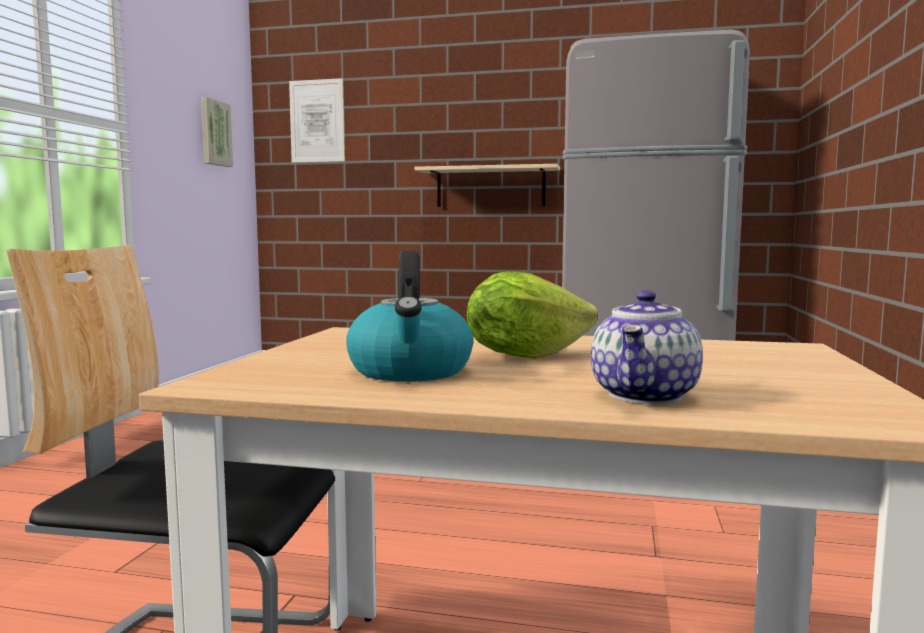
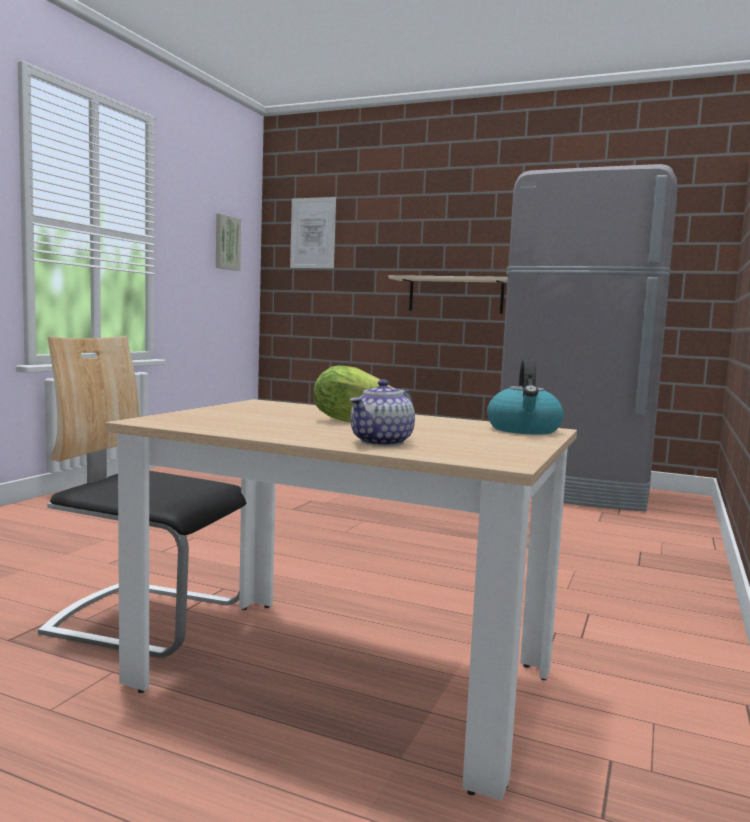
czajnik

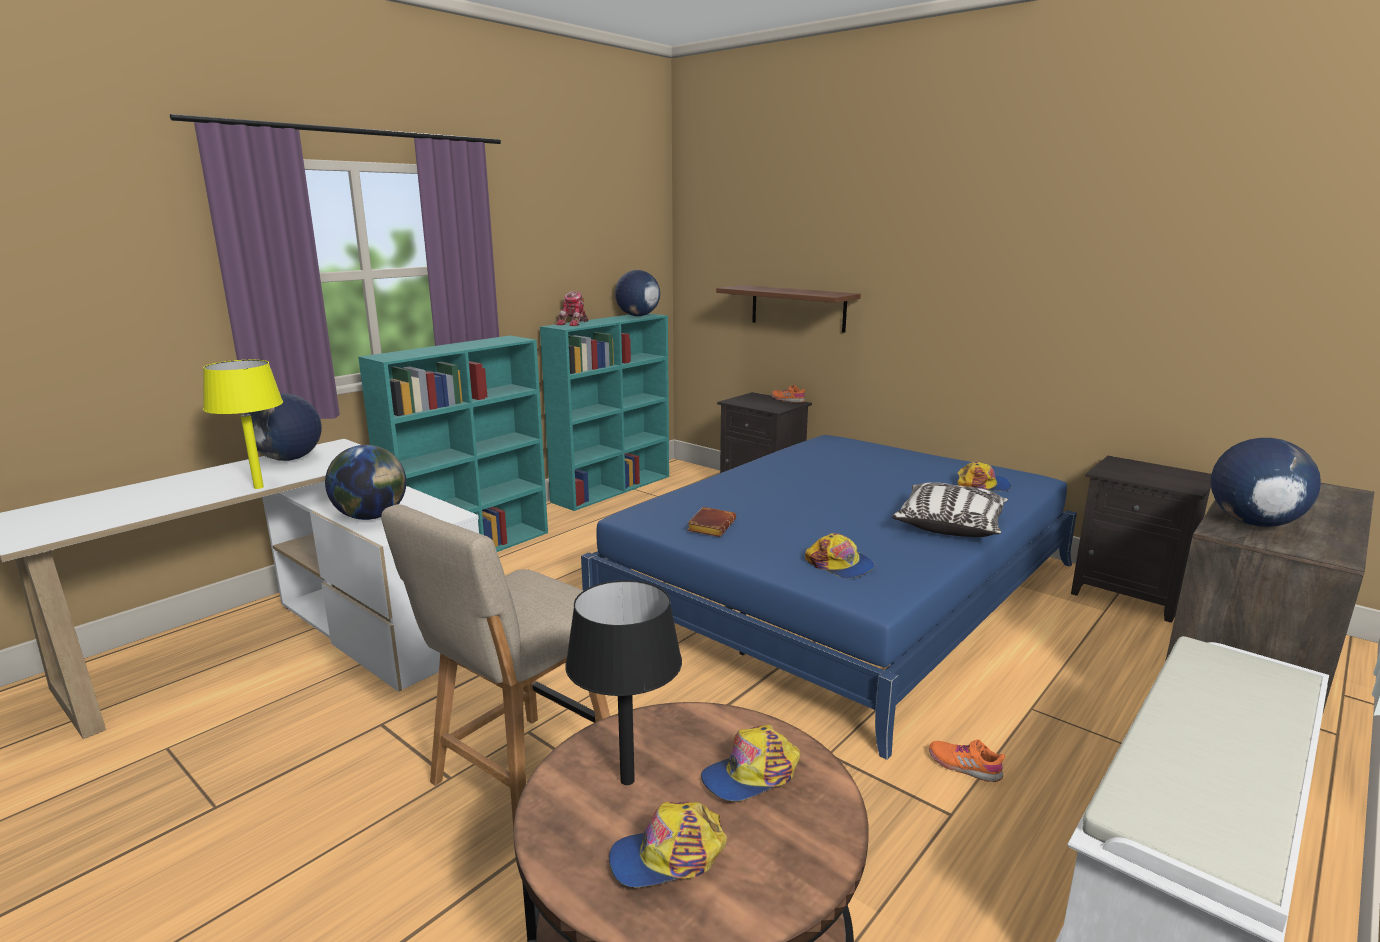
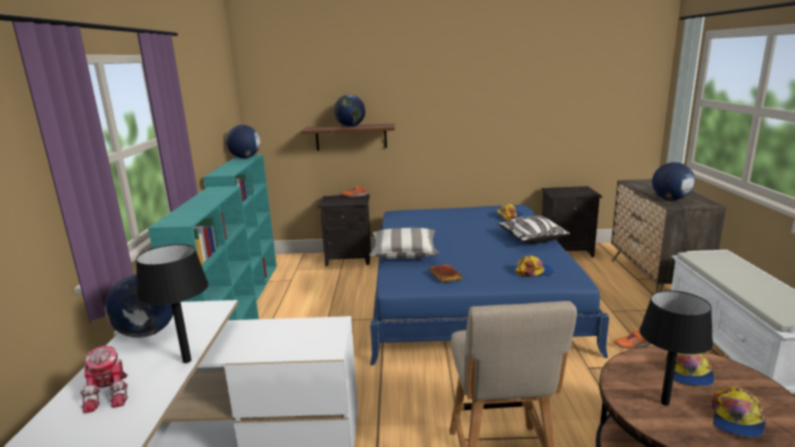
robot zabawkowy
lampa stołowa [czarny] (1st from left)
globus (3rd from left)
poduszka (1st from left)

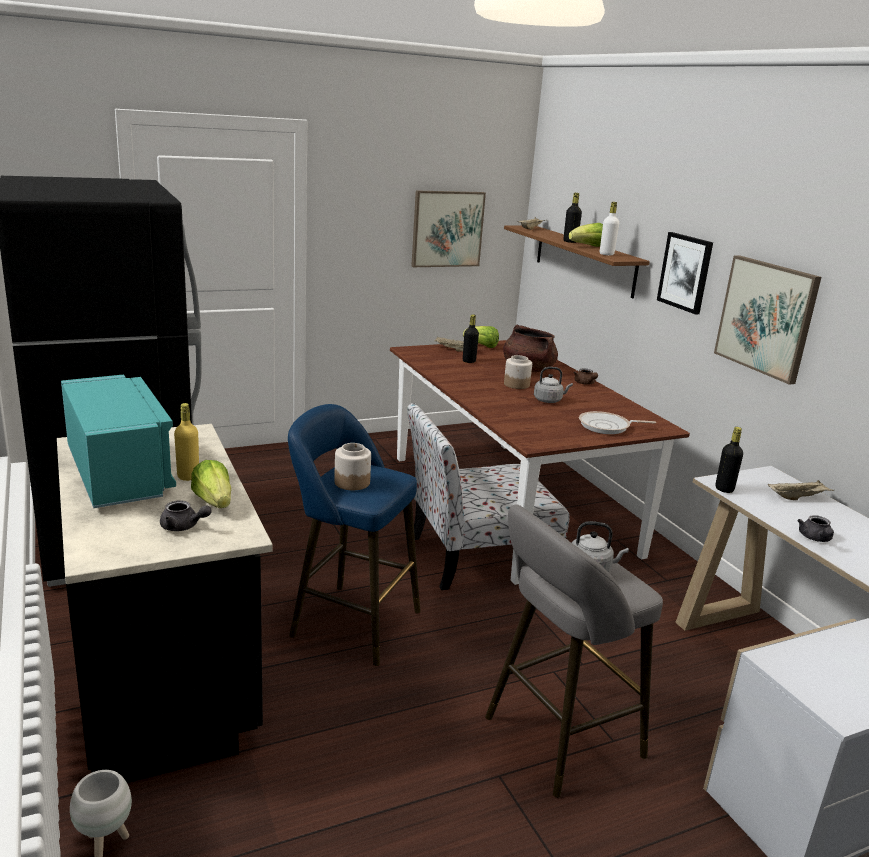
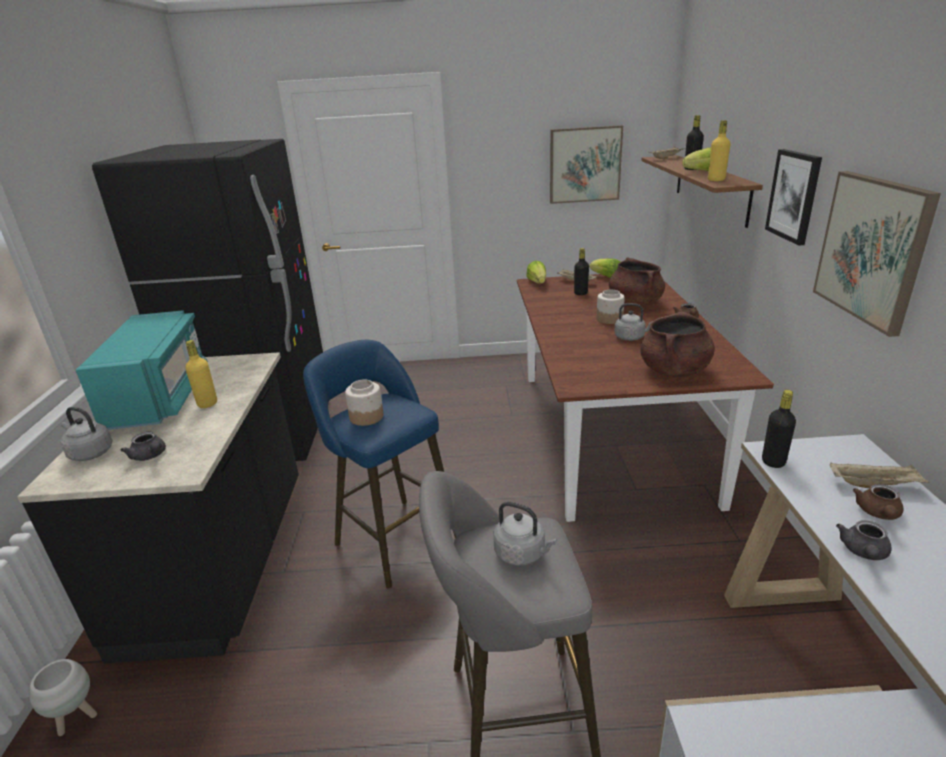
butelka [żółty] (2nd from left)
krzesło
garnek [brązowy] (2nd from left)
sałata (1st from left)
czajnik [szary] (1st from left)
imbryk [brązowy] (2nd from left)

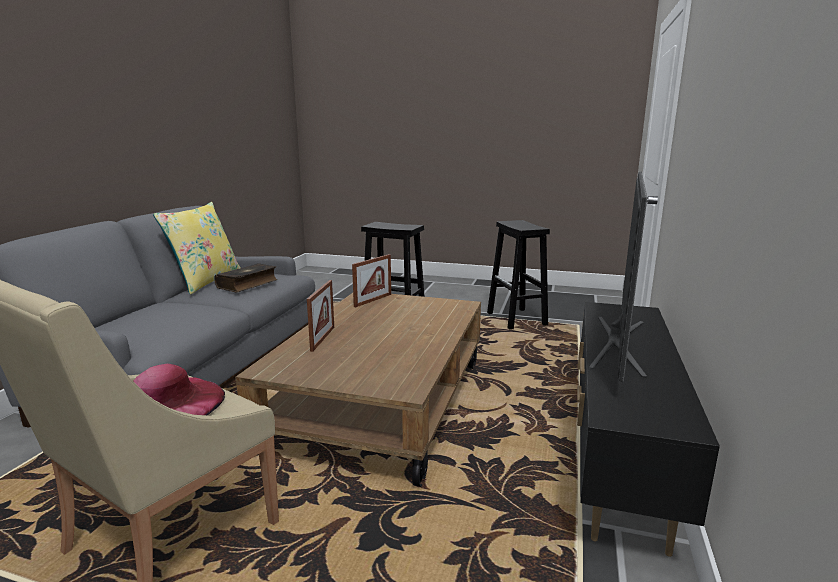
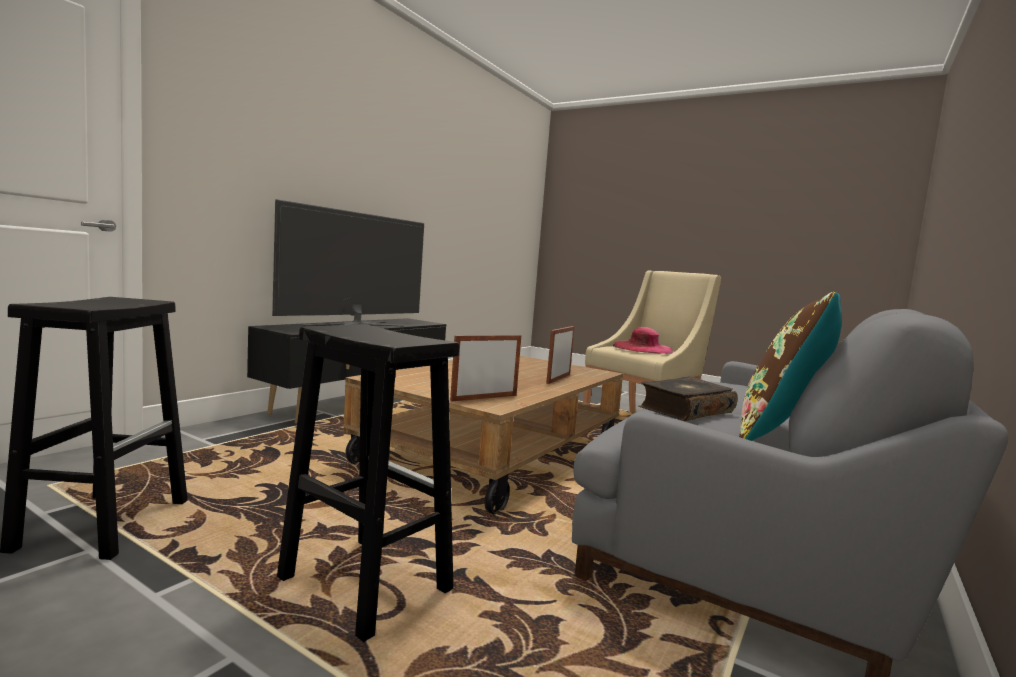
poduszka [brązowy]

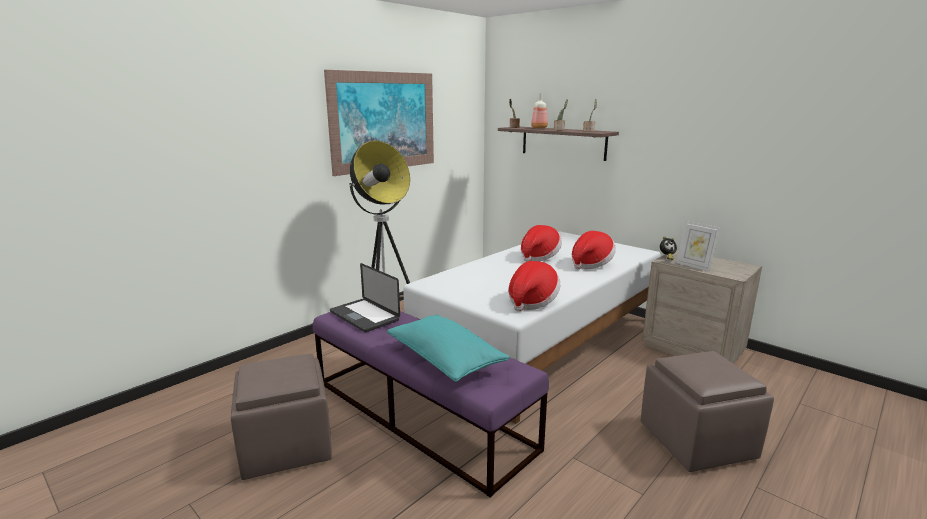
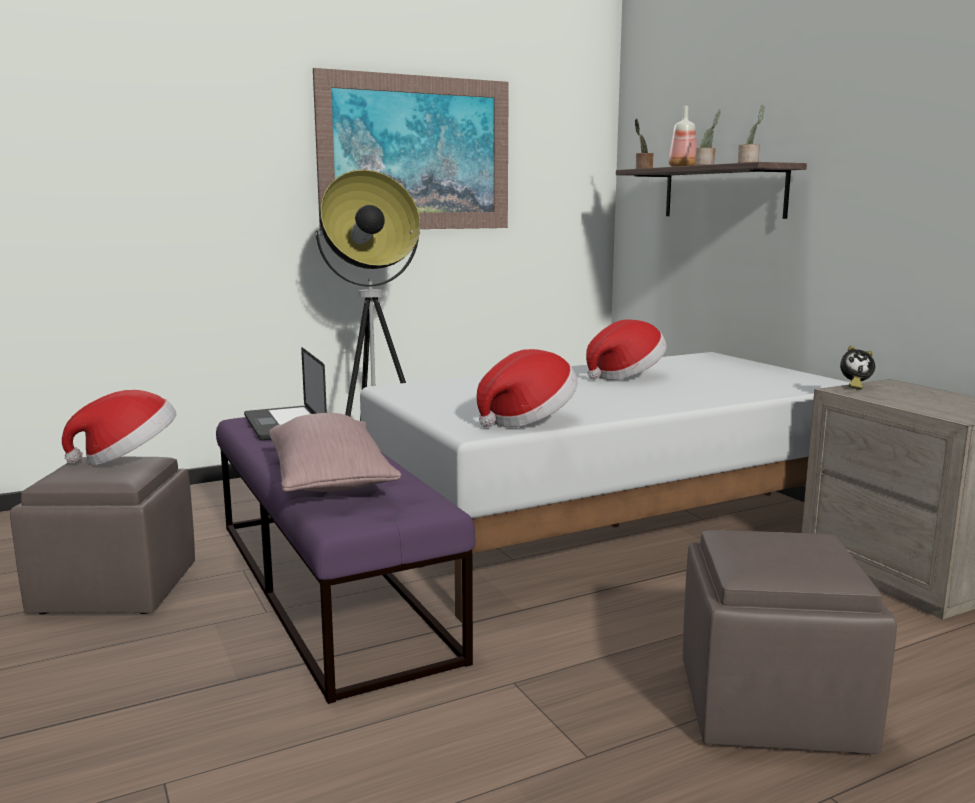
ramka na zdjęcie
kapelusz (1st from left)
poduszka [różowy]

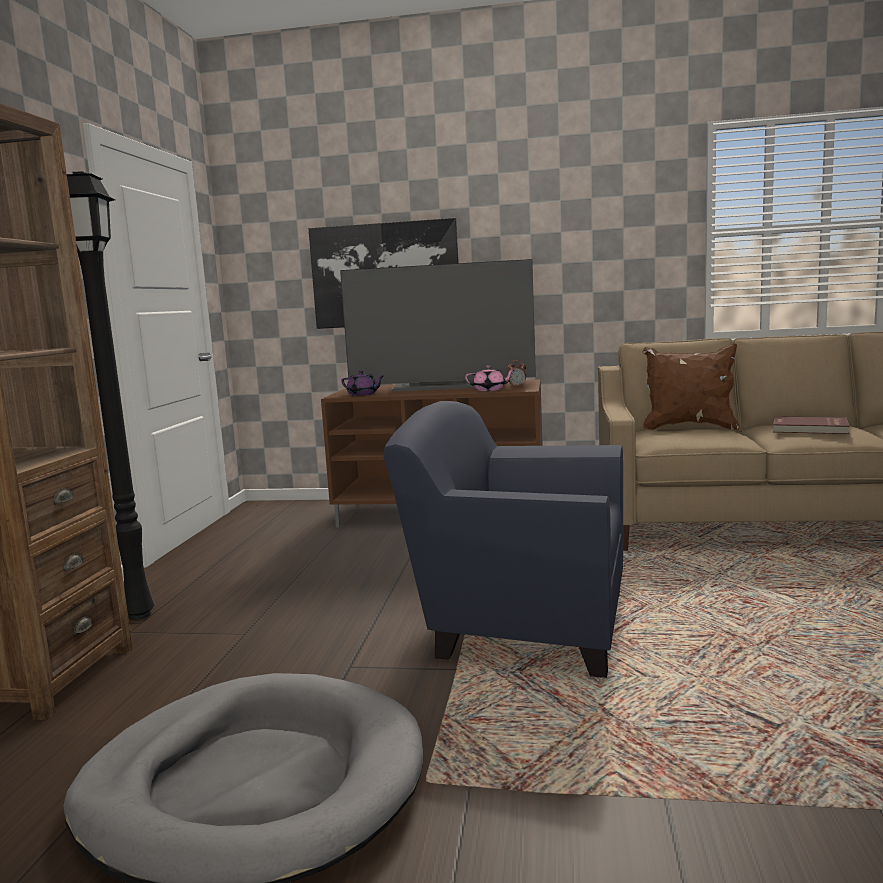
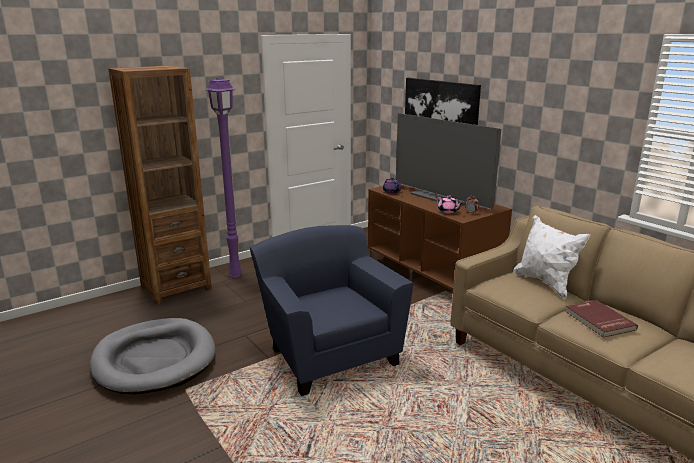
lampa stojąca [fioletowy]
poduszka [biały]

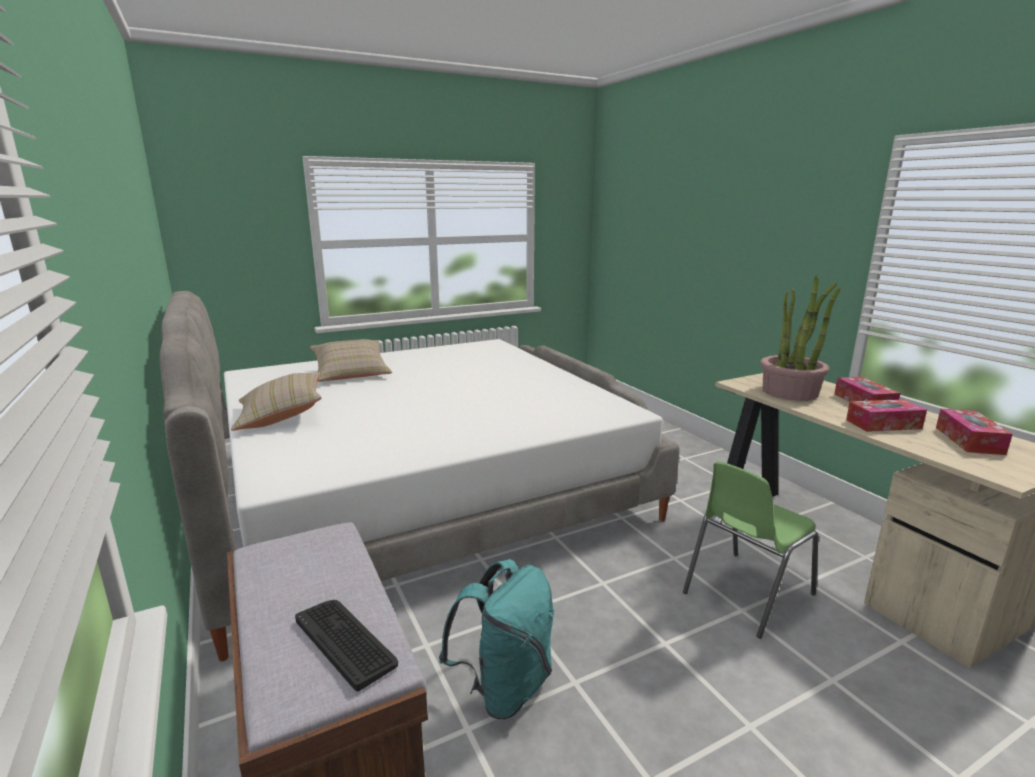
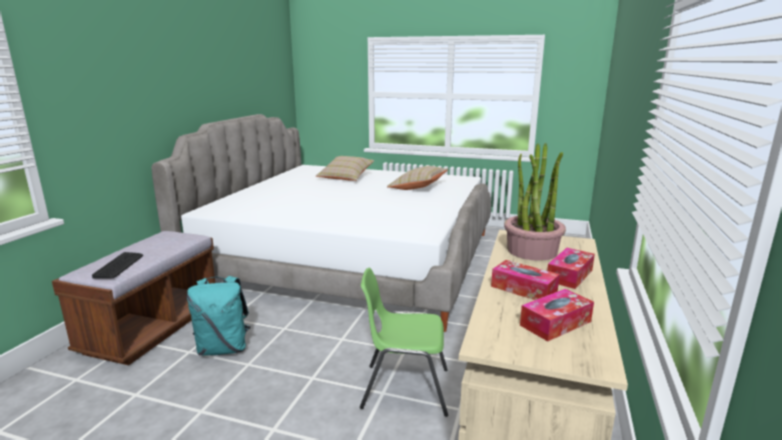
poduszka [beżowy] (2nd from left)

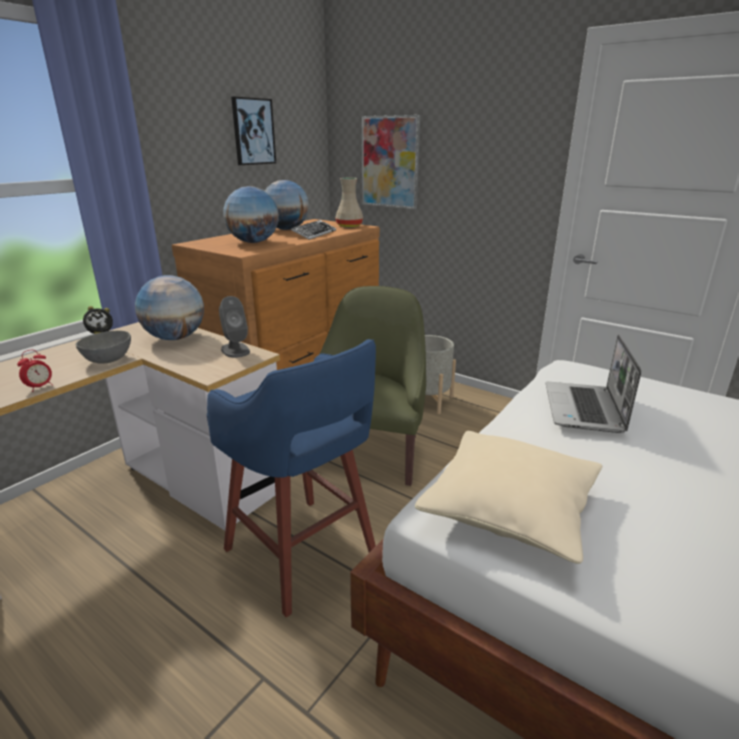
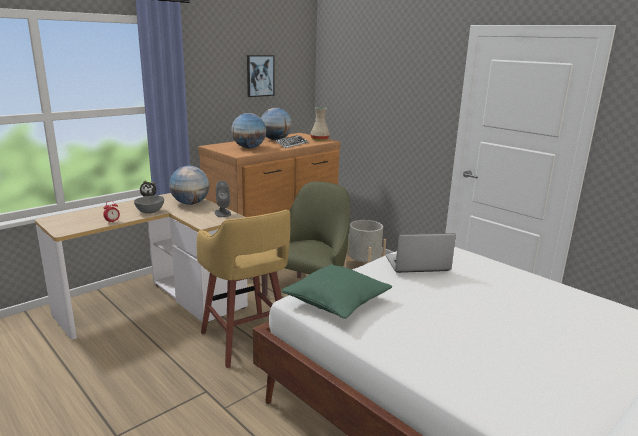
obraz (2nd from left in the first image)
laptop
stołek [żółty]
poduszka [zielony]

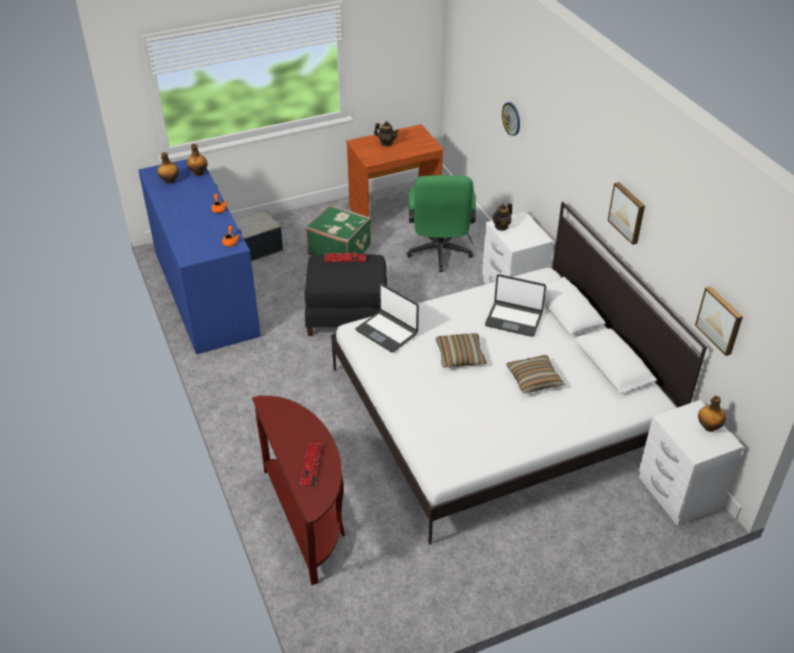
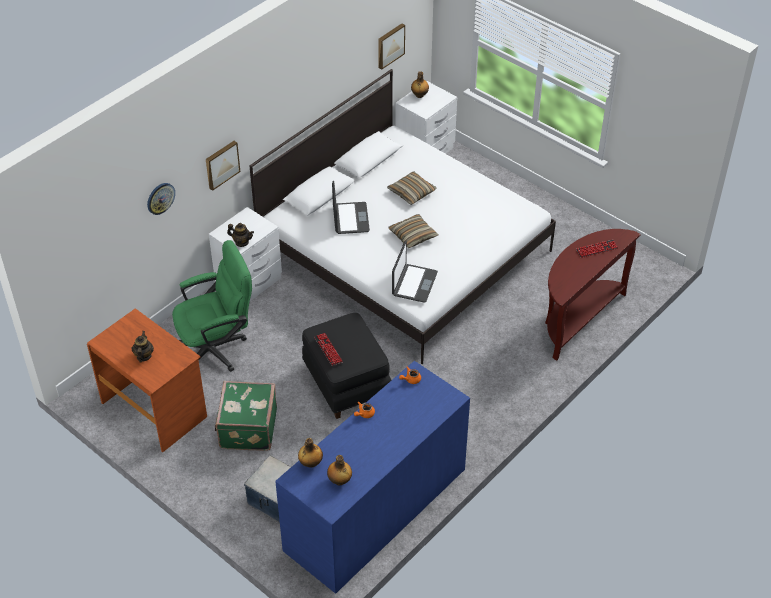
obraz (1st from left)

